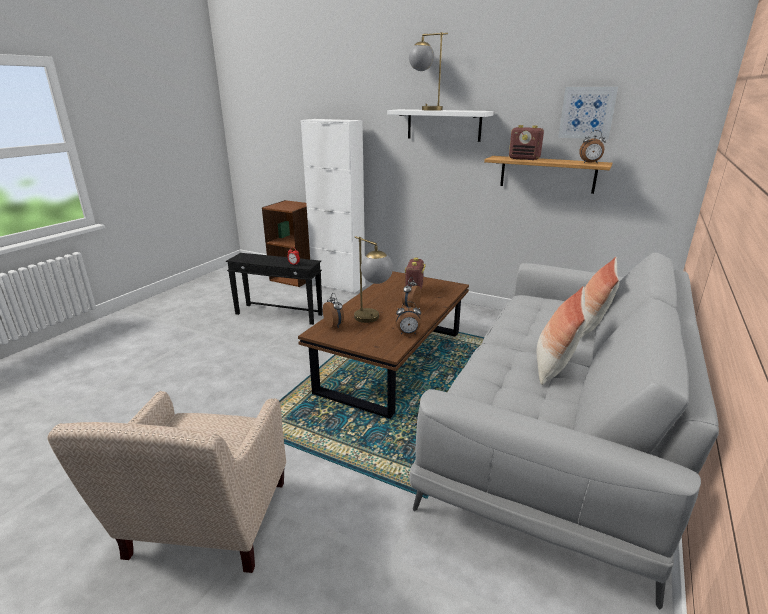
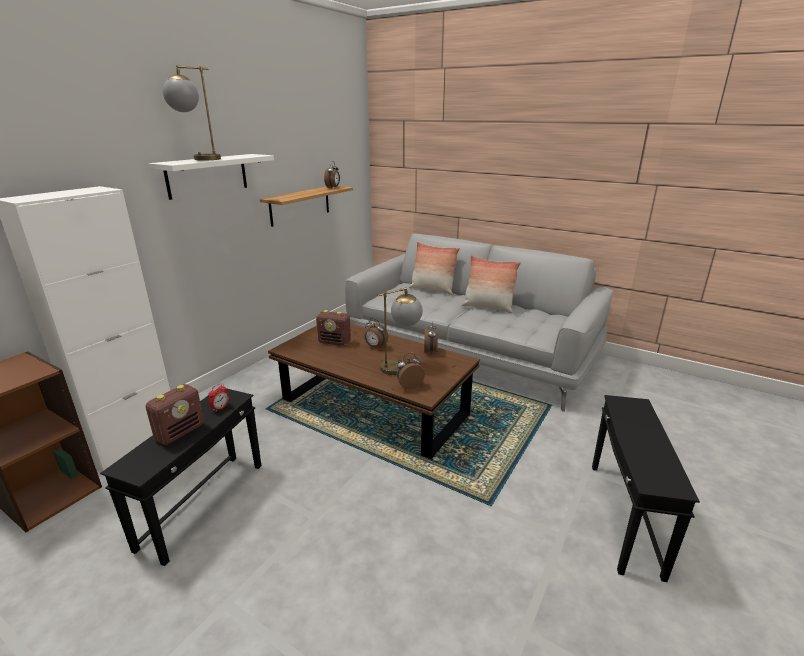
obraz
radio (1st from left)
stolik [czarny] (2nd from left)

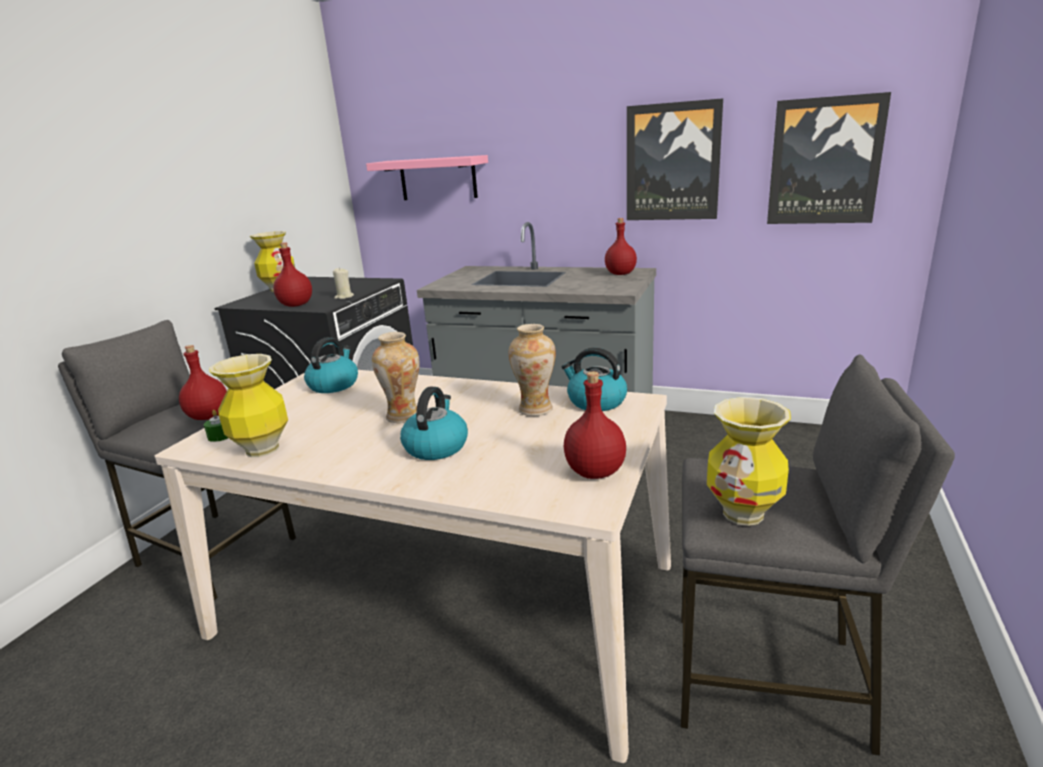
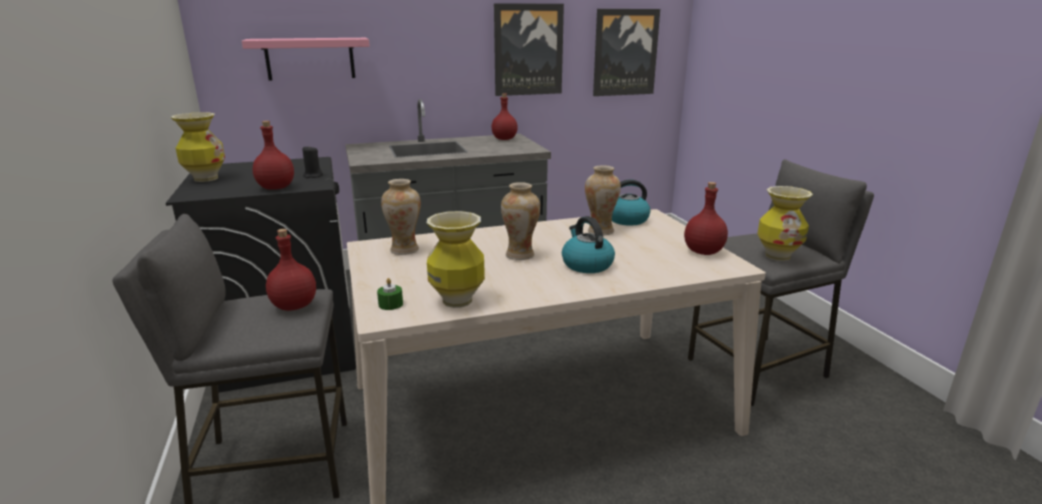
świeca [czarny]
wazon (2nd from left)

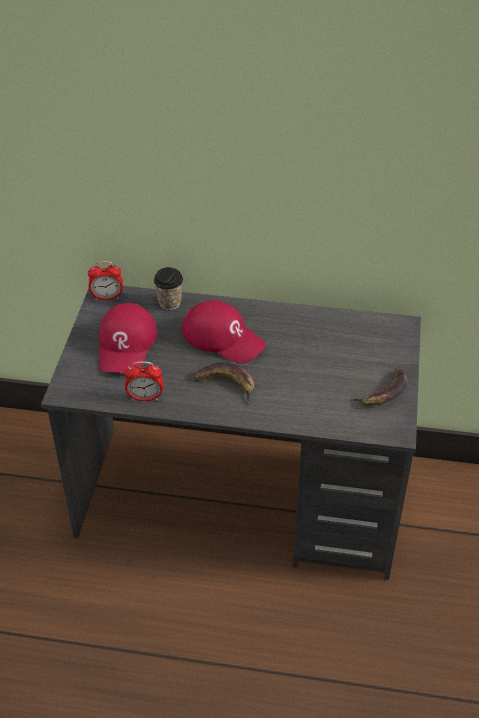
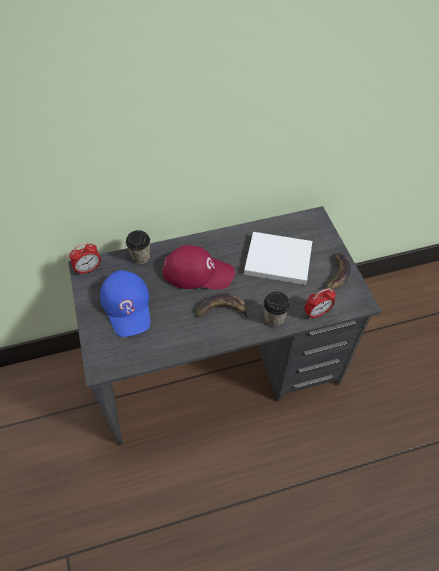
czapka z daszkiem [niebieski]
budzik (2nd from left)
książka [biały]
filiżanka (2nd from left)

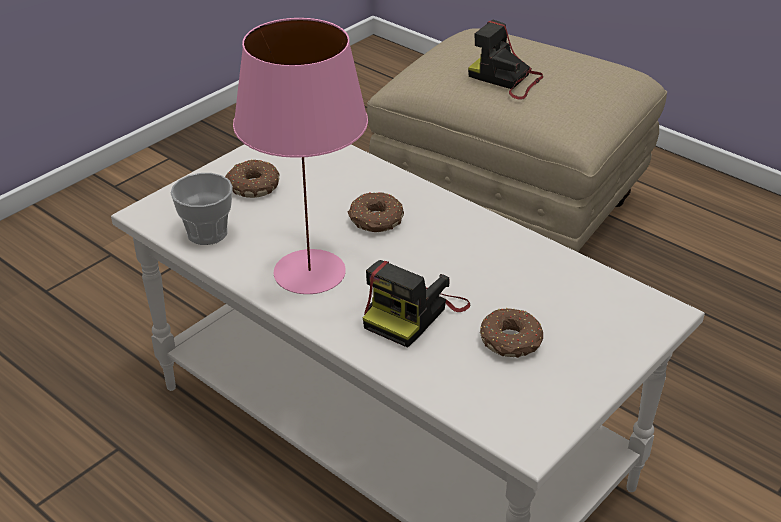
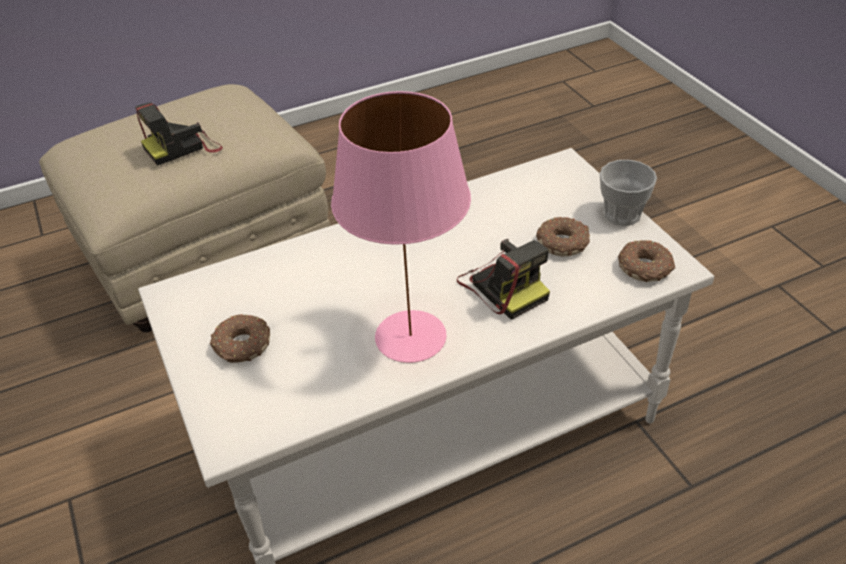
filiżanka
donut (3rd from left)

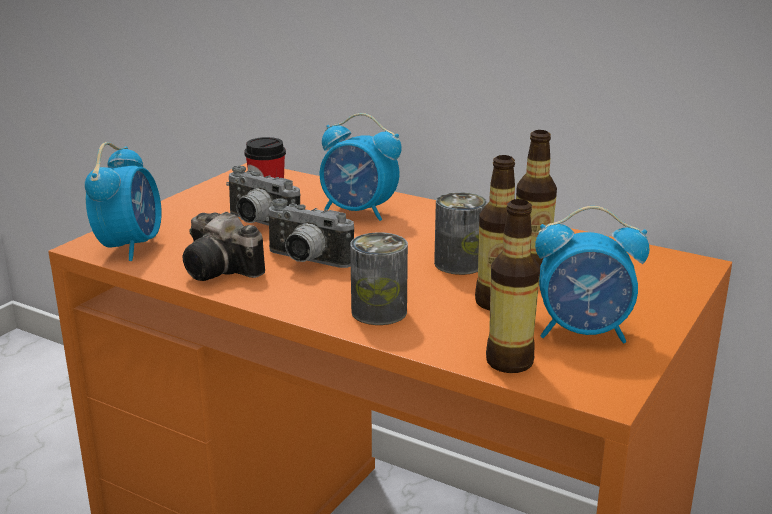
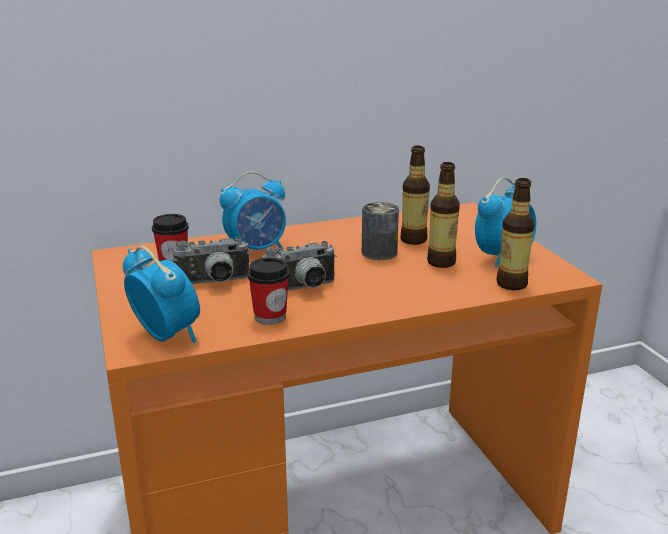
filiżanka (2nd from left)
puszka (1st from left in the first image)

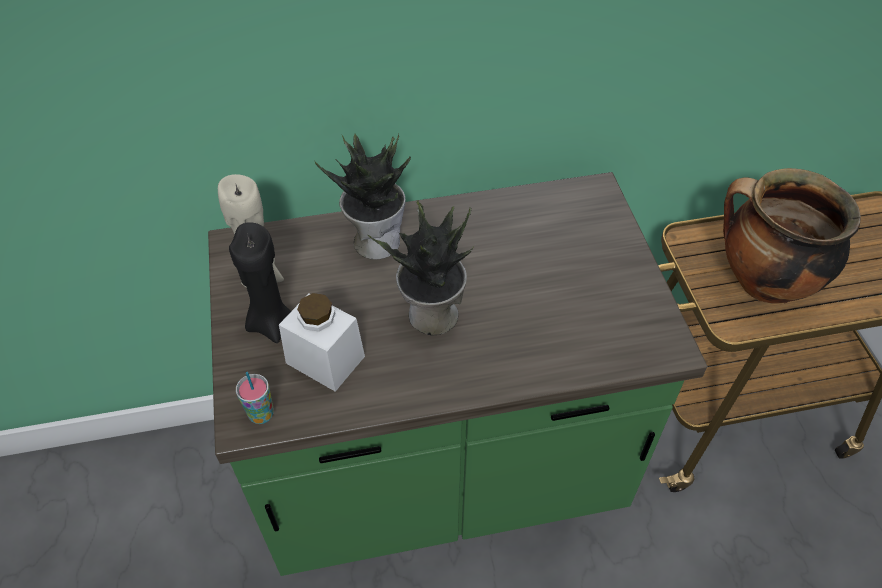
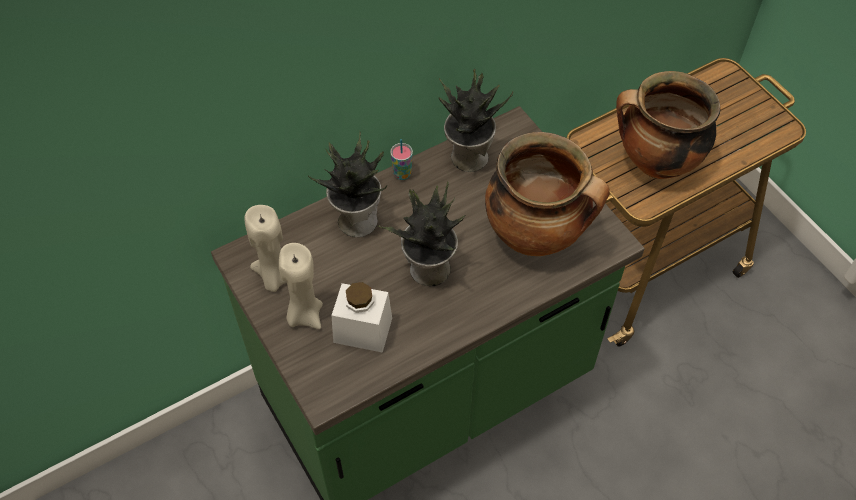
świeca [beżowy] (2nd from left)
filiżanka
roślina doniczkowa (3rd from left)
garnek (1st from left)

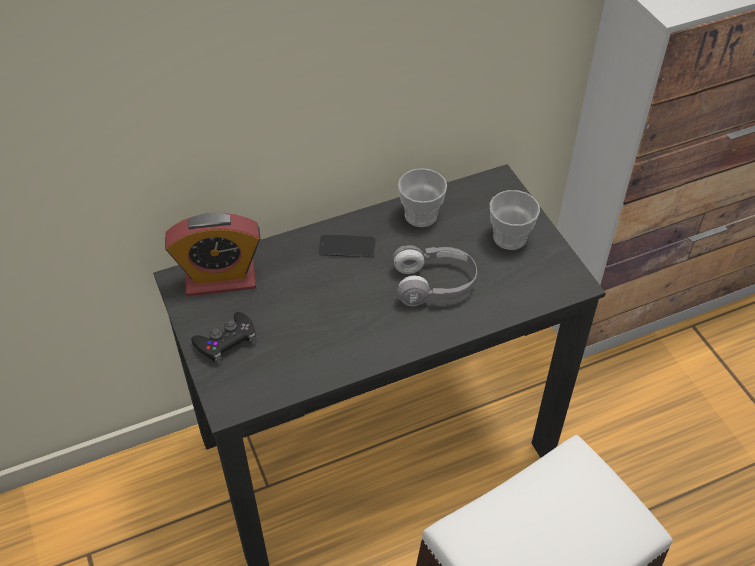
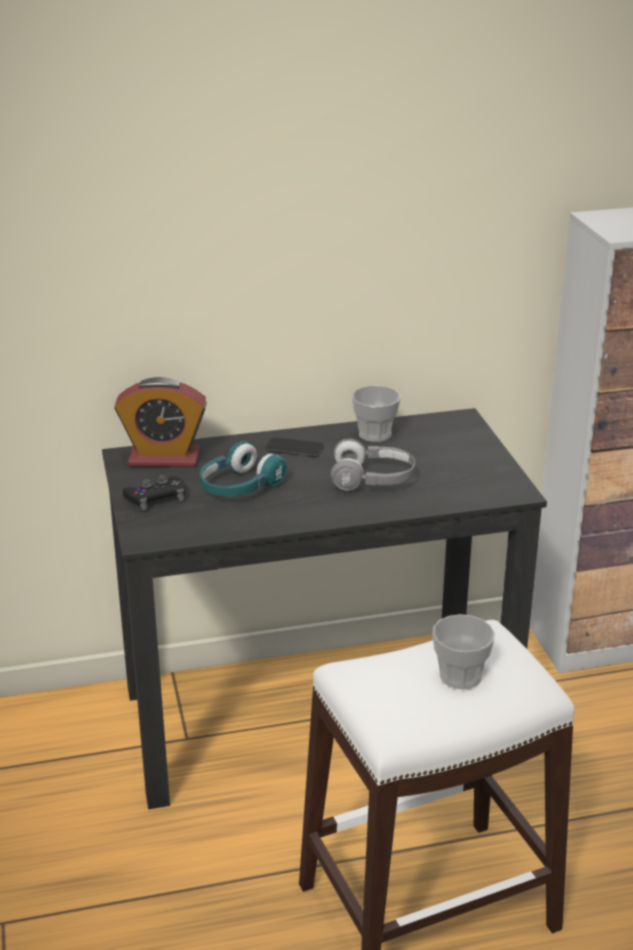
filiżanka (2nd from left)
słuchawki [turkusowy]

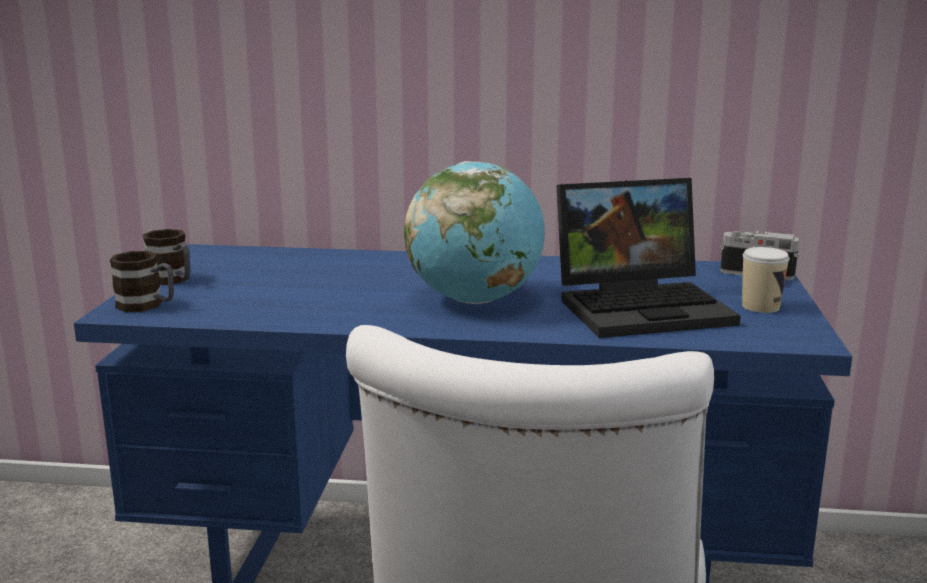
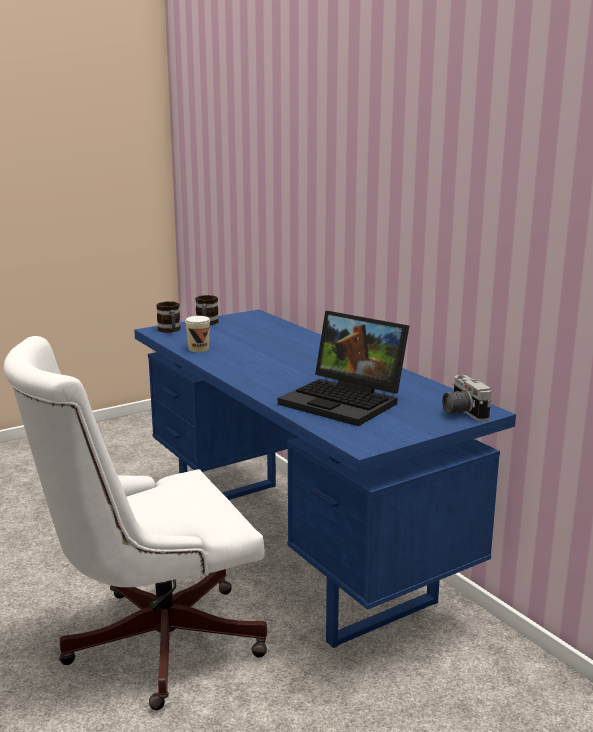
globus
filiżanka

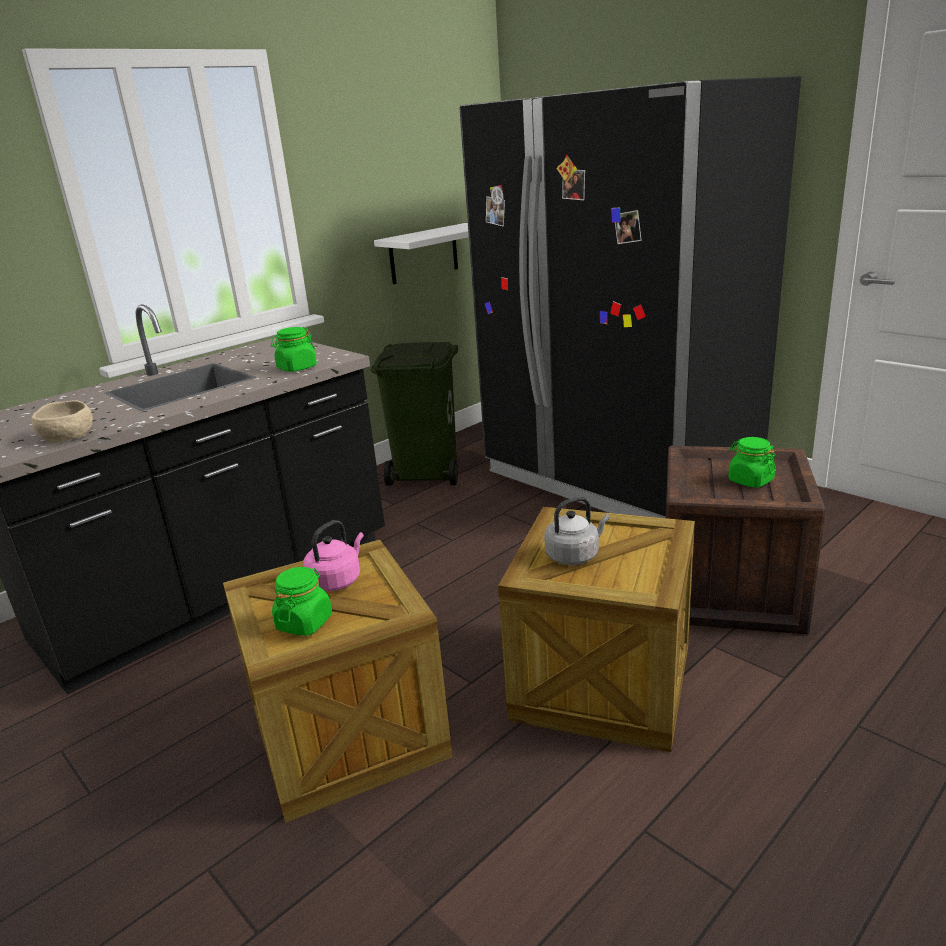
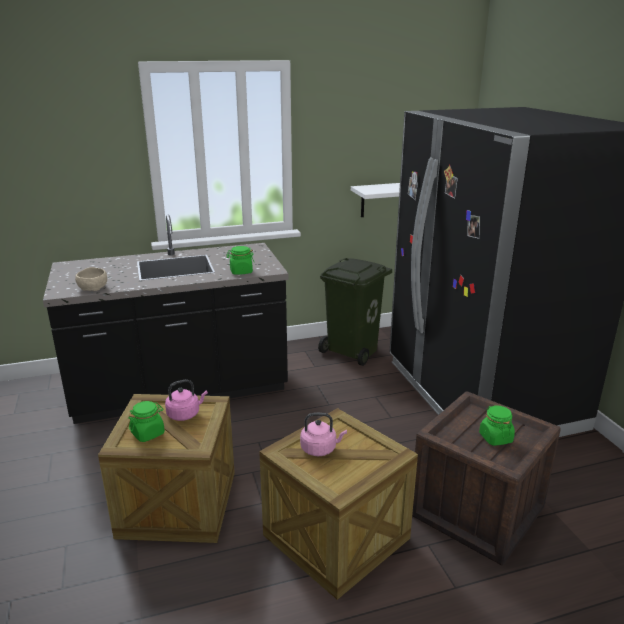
czajnik [różowy] (2nd from left)

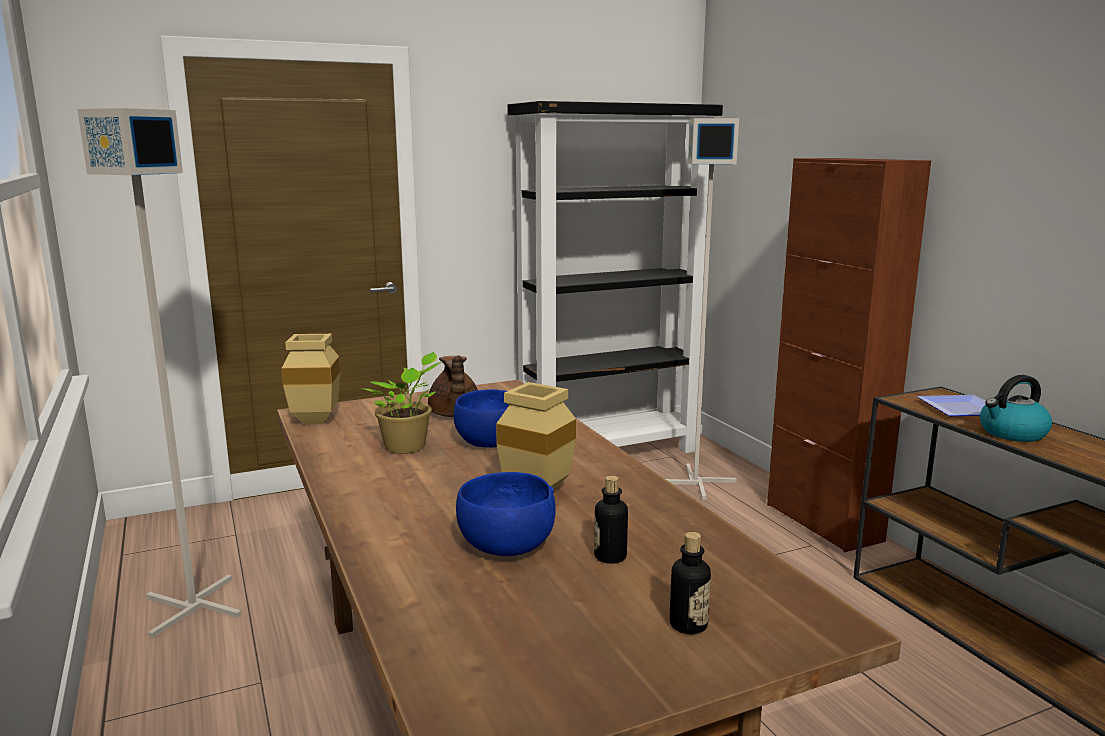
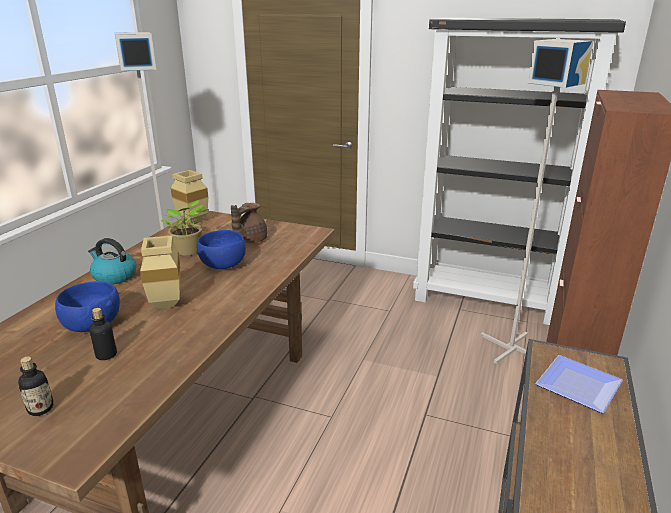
czajnik

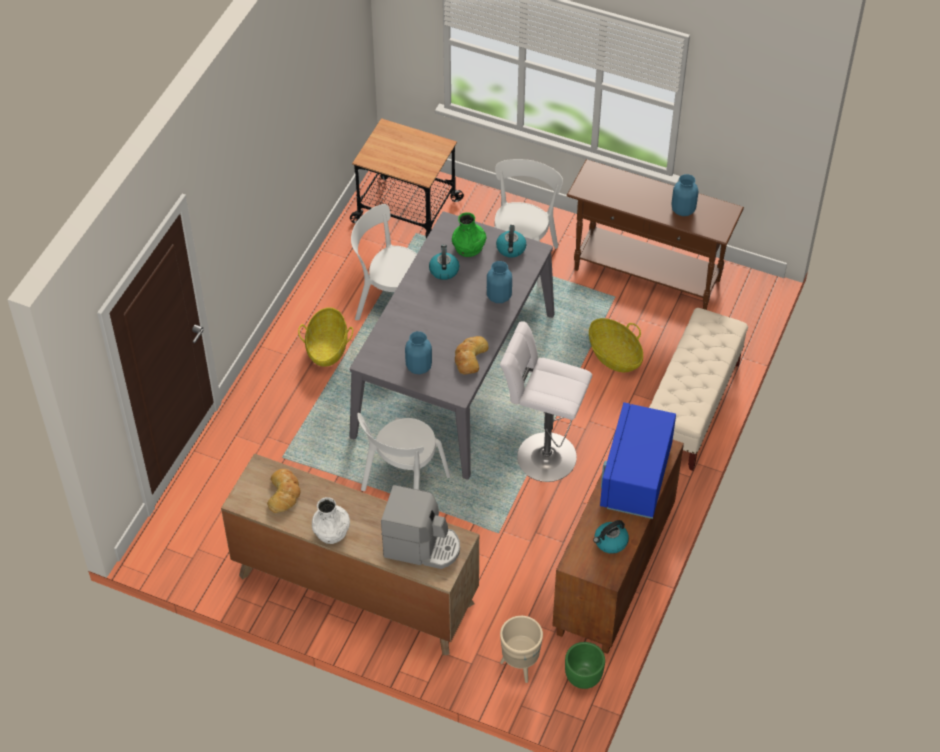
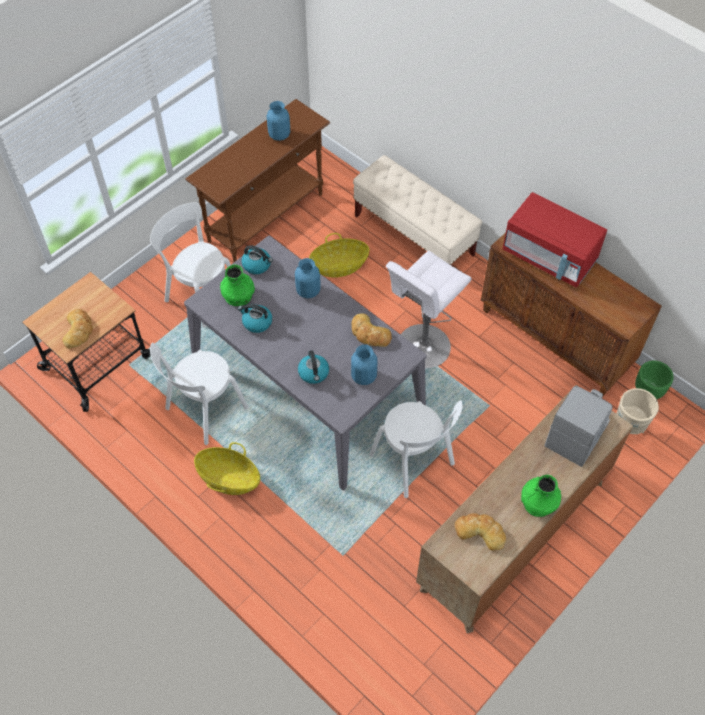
mikrofalówka [czerwony]
wazon [zielony] (2nd from left)
czajnik (3rd from left)
chleb (1st from left)

